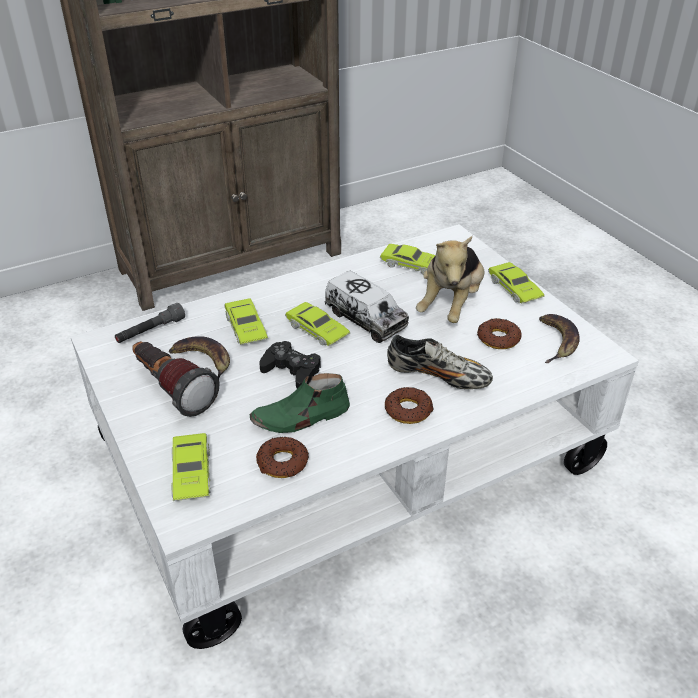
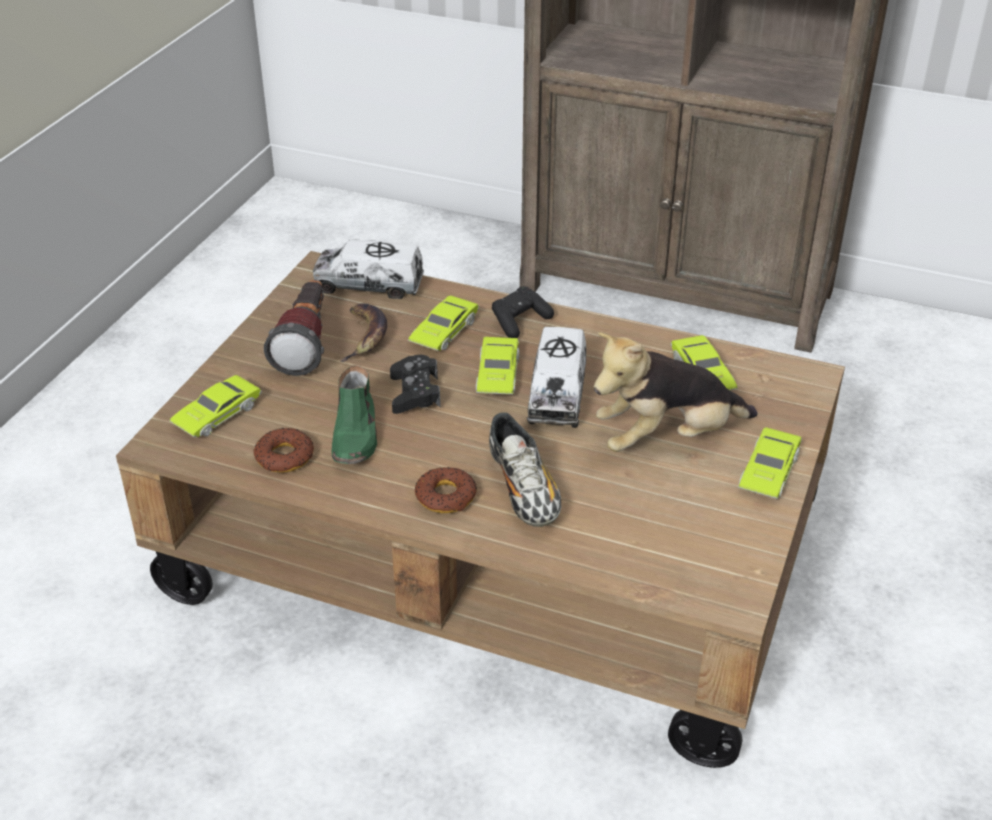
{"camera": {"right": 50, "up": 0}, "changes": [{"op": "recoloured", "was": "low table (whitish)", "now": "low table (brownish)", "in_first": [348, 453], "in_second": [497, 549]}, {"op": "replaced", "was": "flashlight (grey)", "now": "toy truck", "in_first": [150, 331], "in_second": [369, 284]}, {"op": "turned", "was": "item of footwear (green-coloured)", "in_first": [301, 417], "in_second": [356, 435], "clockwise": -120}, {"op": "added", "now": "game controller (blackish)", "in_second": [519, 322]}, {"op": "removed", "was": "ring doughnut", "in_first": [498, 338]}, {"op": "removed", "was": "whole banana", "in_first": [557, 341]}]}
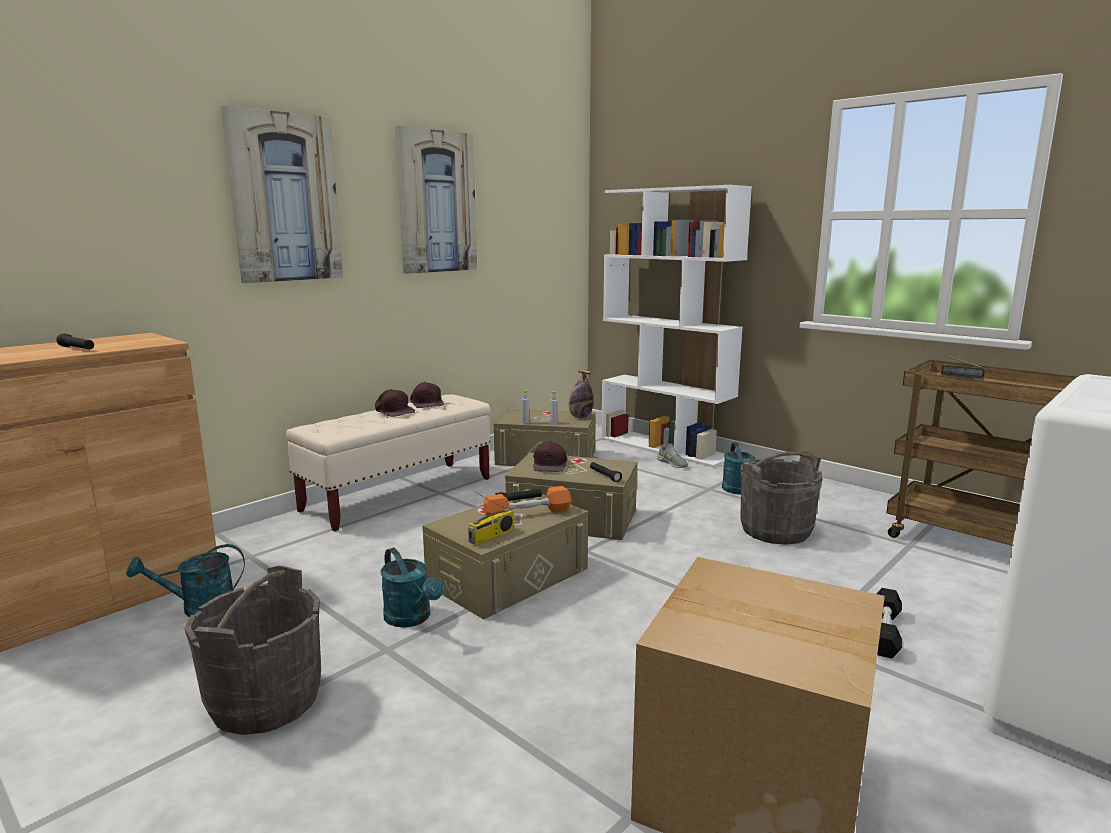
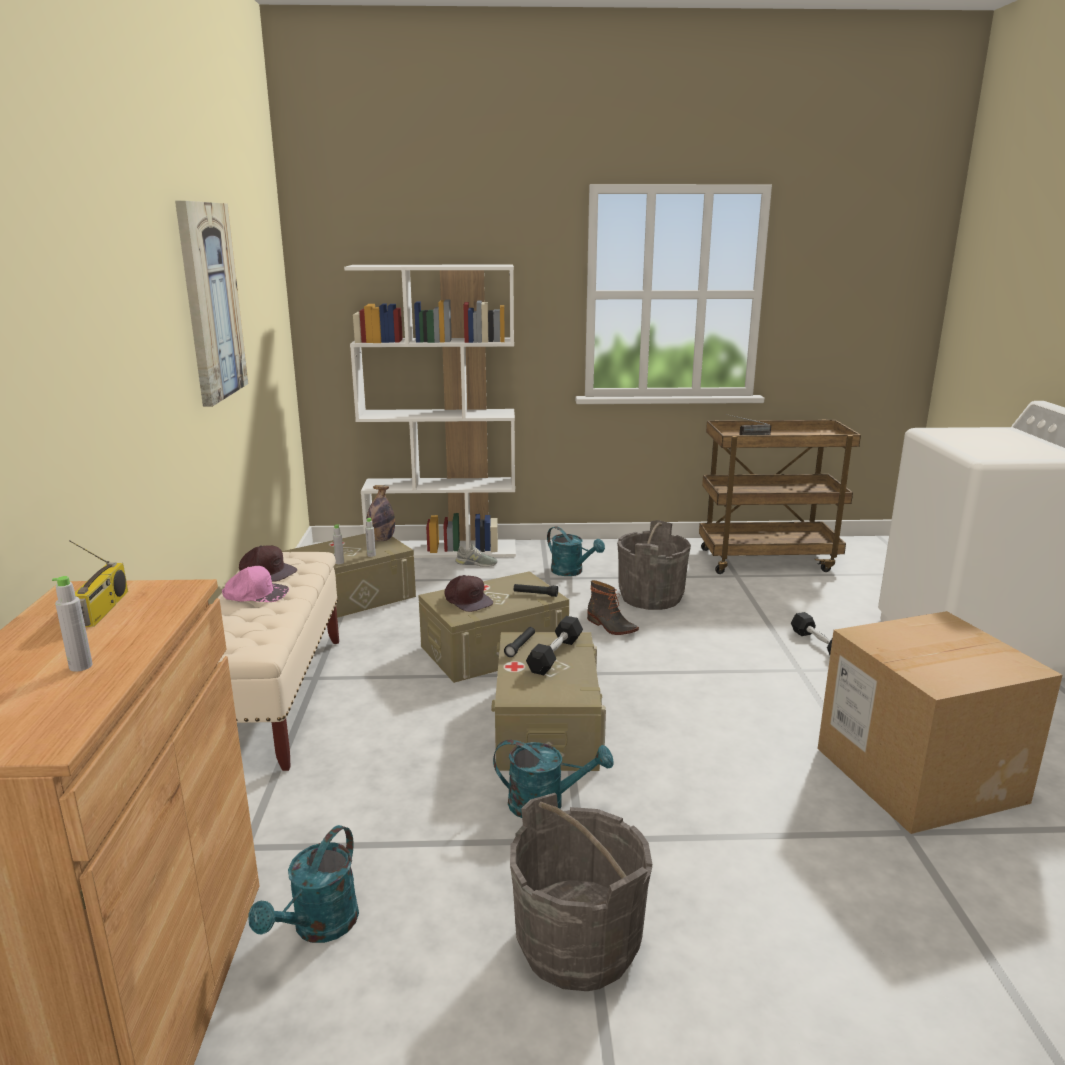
{"camera": {"right": -45, "up": 5}, "changes": [{"op": "added", "now": "beverage bottle (grey)", "in_second": [81, 666]}, {"op": "moved", "was": "radio receiver", "in_first": [491, 536], "in_second": [104, 609]}, {"op": "recoloured", "was": "baseball cap (brownish)", "now": "baseball cap (pink)", "in_first": [394, 411], "in_second": [256, 594]}, {"op": "recoloured", "was": "hand weight (orange)", "now": "hand weight (blackish)", "in_first": [527, 513], "in_second": [555, 654]}, {"op": "added", "now": "high-top boot", "in_second": [611, 626]}, {"op": "removed", "was": "flashlight (blackish)", "in_first": [77, 349]}, {"op": "removed", "was": "wall picture", "in_first": [284, 198]}]}
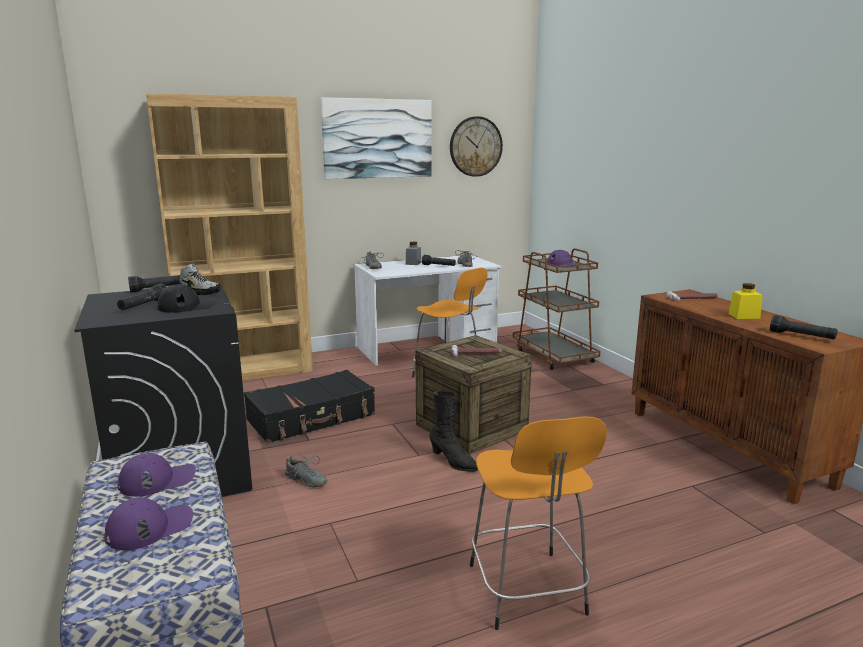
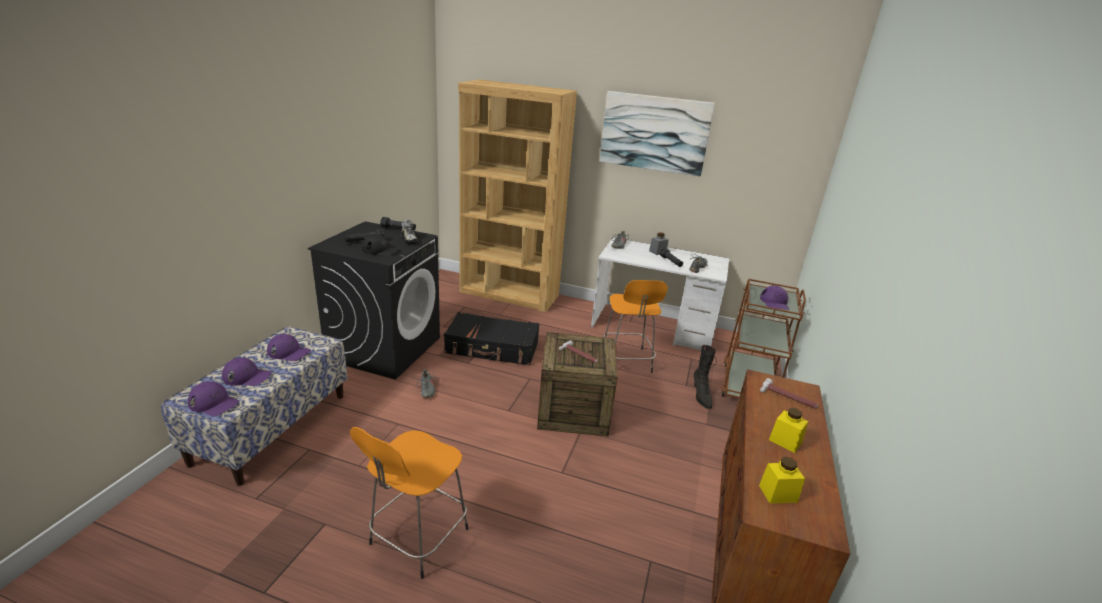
{"camera": {"right": 40, "up": 10}, "changes": [{"op": "added", "now": "baseball cap (purplish)", "in_second": [213, 403]}, {"op": "moved", "was": "high-top boot (blackish)", "in_first": [453, 461], "in_second": [701, 396]}, {"op": "replaced", "was": "flashlight (blackish)", "now": "preserve jar (yellow-coloured)", "in_first": [801, 336], "in_second": [778, 493]}, {"op": "removed", "was": "wall clock", "in_first": [475, 146]}]}
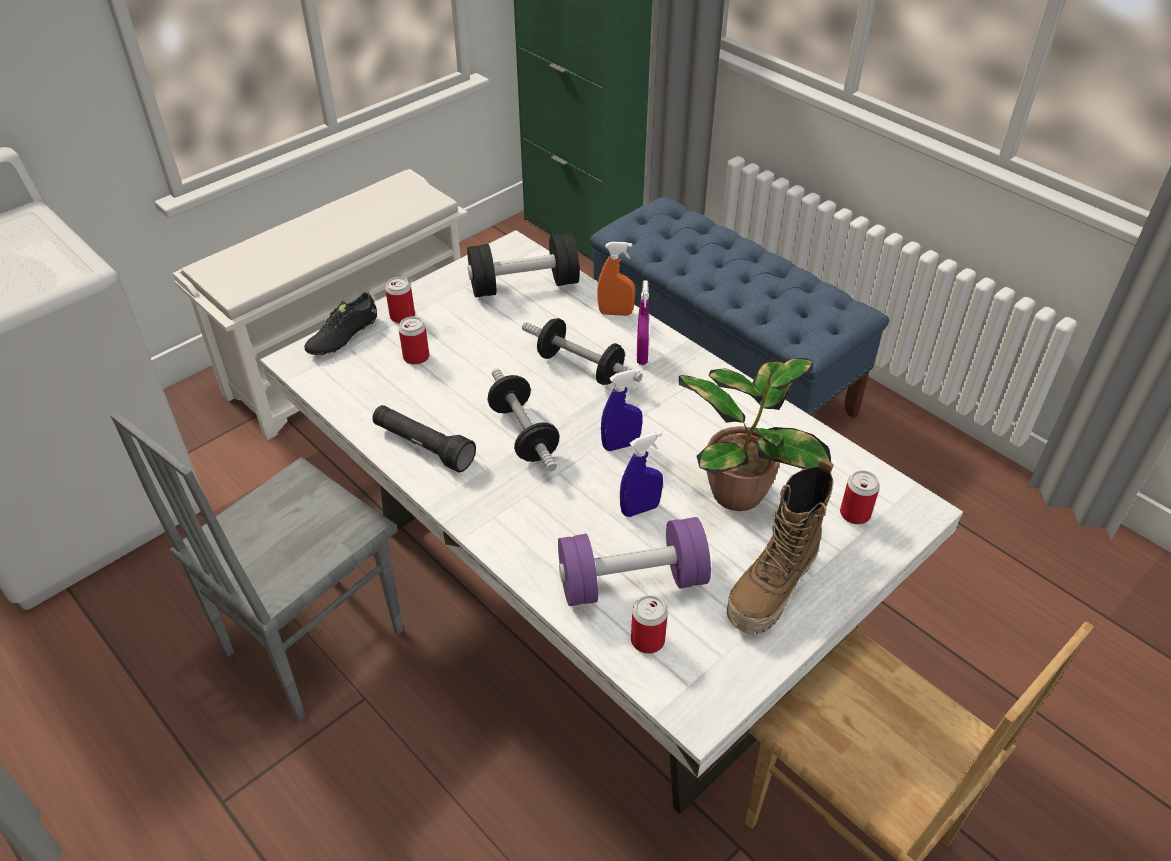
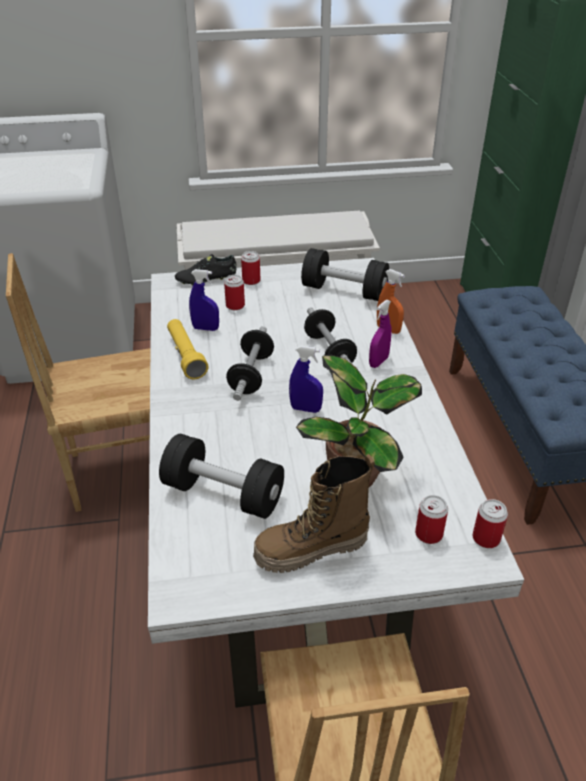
{"camera": {"right": 35, "up": -5}, "changes": [{"op": "recoloured", "was": "chair (grey)", "now": "chair (brownish)", "in_first": [311, 641], "in_second": [119, 471]}, {"op": "recoloured", "was": "hand weight (purplish)", "now": "hand weight (blackish)", "in_first": [632, 582], "in_second": [223, 493]}, {"op": "recoloured", "was": "flashlight (blackish)", "now": "flashlight (yellow-coloured)", "in_first": [423, 447], "in_second": [186, 356]}, {"op": "moved", "was": "hand sprayer (bluish)", "in_first": [640, 509], "in_second": [205, 328]}, {"op": "moved", "was": "can", "in_first": [647, 640], "in_second": [486, 538]}]}
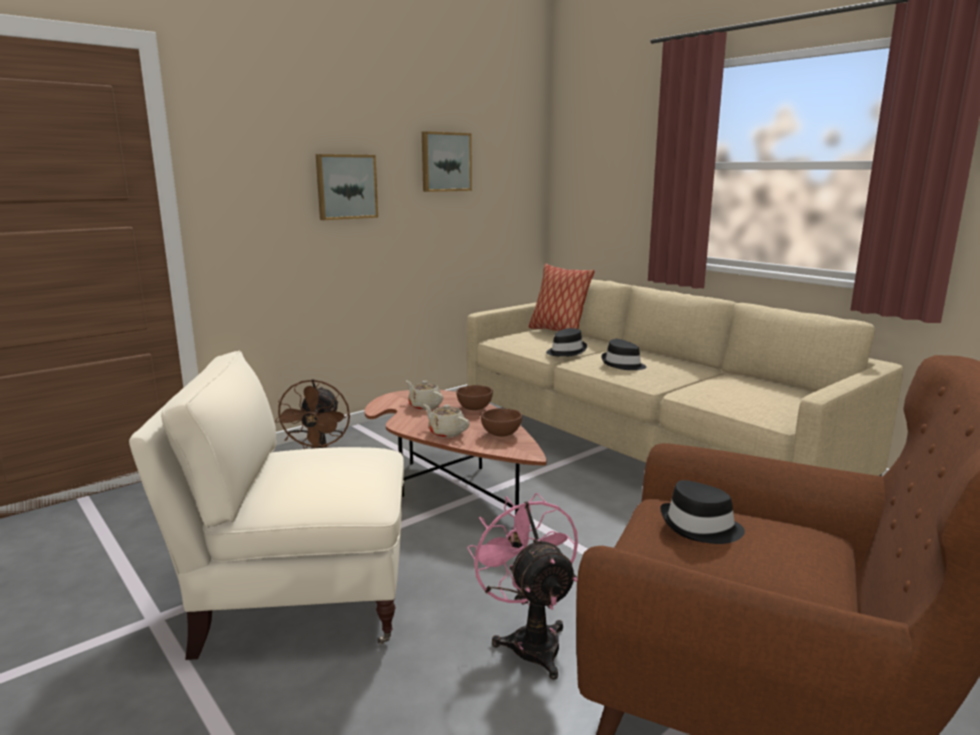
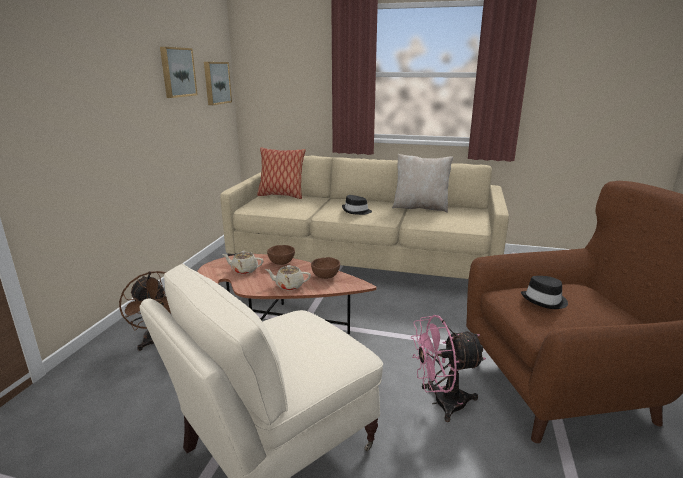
{"camera": {"right": -35, "up": 5}, "changes": [{"op": "moved", "was": "wall picture", "in_first": [346, 187], "in_second": [216, 83]}, {"op": "added", "now": "throw pillow (beige)", "in_second": [420, 207]}, {"op": "turned", "was": "fan (pink)", "in_first": [530, 640], "in_second": [441, 403], "clockwise": -45}, {"op": "removed", "was": "clothing hat (blackish)", "in_first": [565, 351]}]}
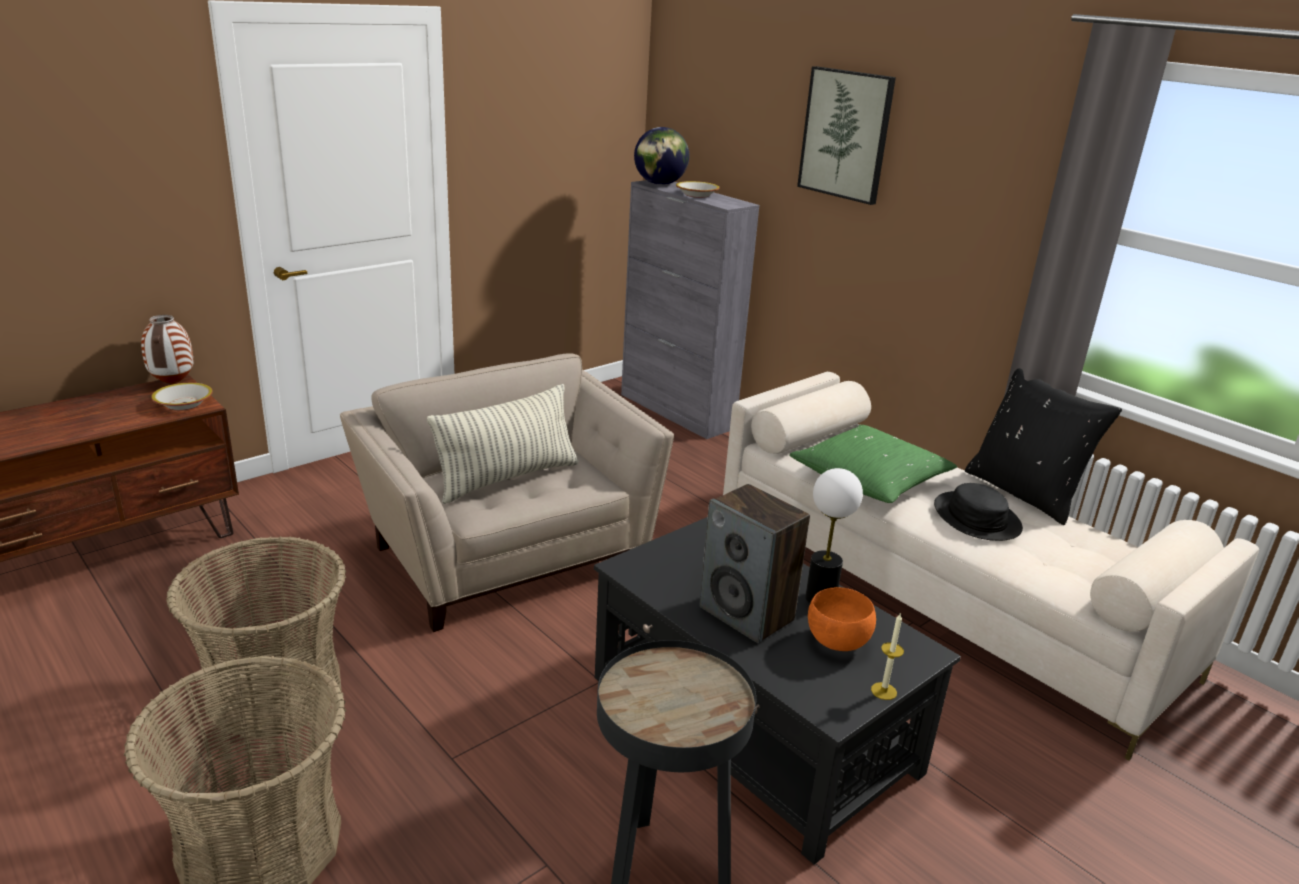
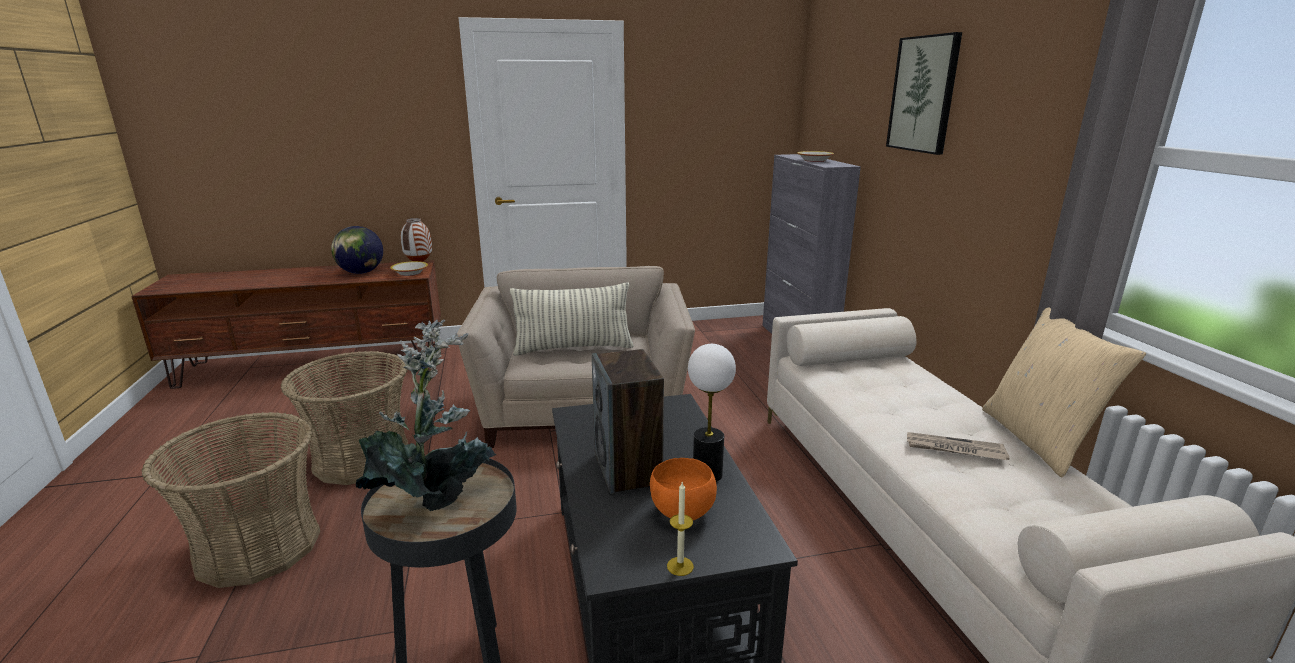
{"camera": {"right": 30, "up": -5}, "changes": [{"op": "moved", "was": "globe", "in_first": [659, 184], "in_second": [361, 272]}, {"op": "added", "now": "potted plant", "in_second": [435, 497]}, {"op": "replaced", "was": "clothing hat (blackish)", "now": "newspaper", "in_first": [976, 518], "in_second": [954, 449]}, {"op": "recoloured", "was": "throw pillow (blackish)", "now": "throw pillow (beige)", "in_first": [1025, 493], "in_second": [1039, 440]}, {"op": "removed", "was": "throw pillow (green-coloured)", "in_first": [870, 479]}]}
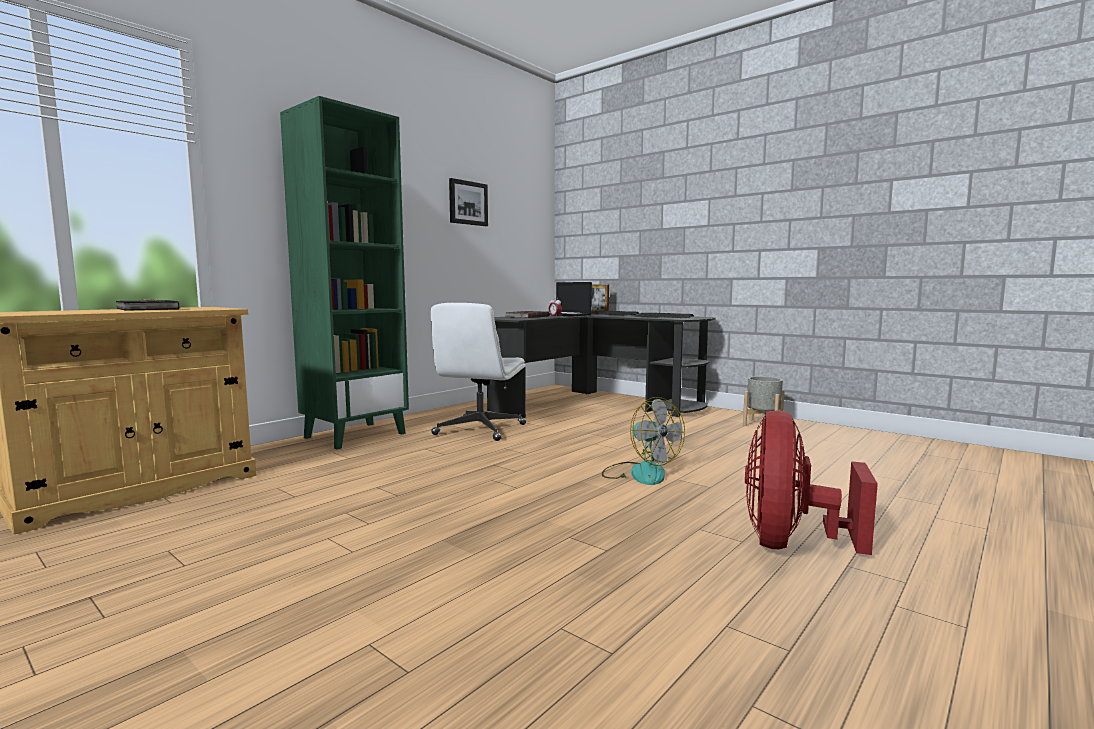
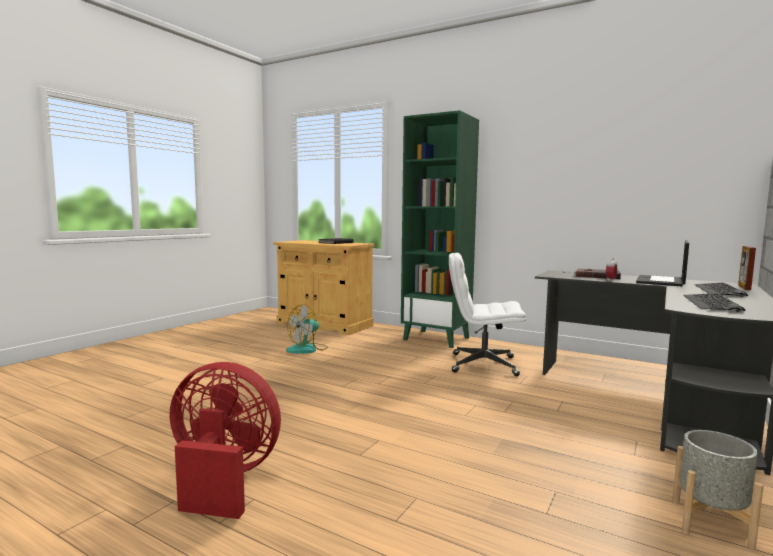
{"camera": {"right": 80, "up": 0}, "changes": [{"op": "moved", "was": "fan", "in_first": [640, 473], "in_second": [307, 349]}, {"op": "removed", "was": "wall picture", "in_first": [468, 203]}]}
